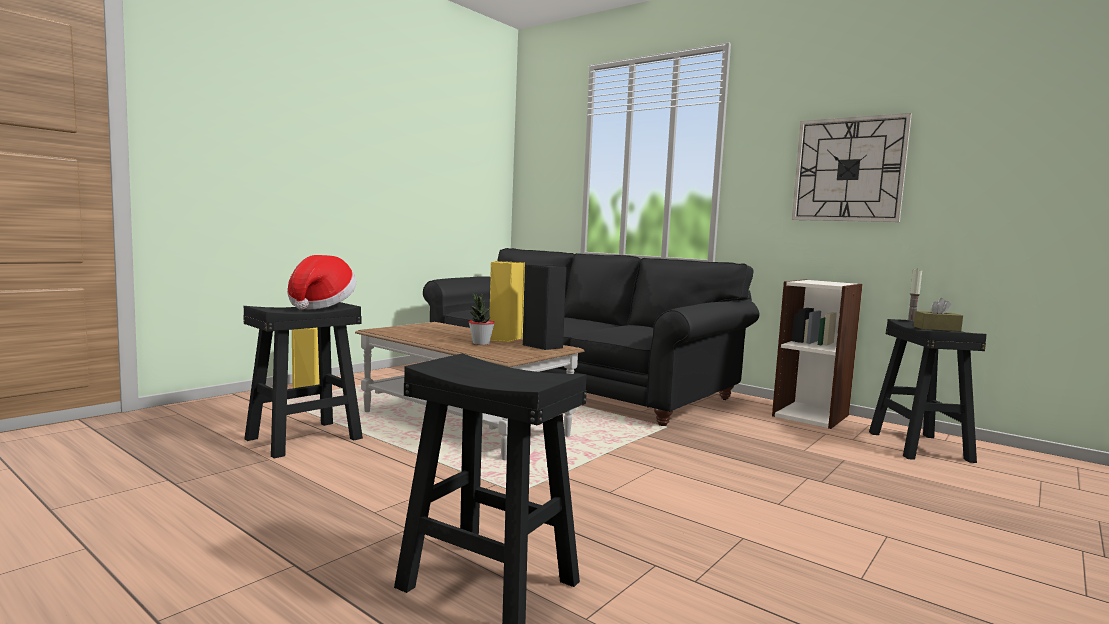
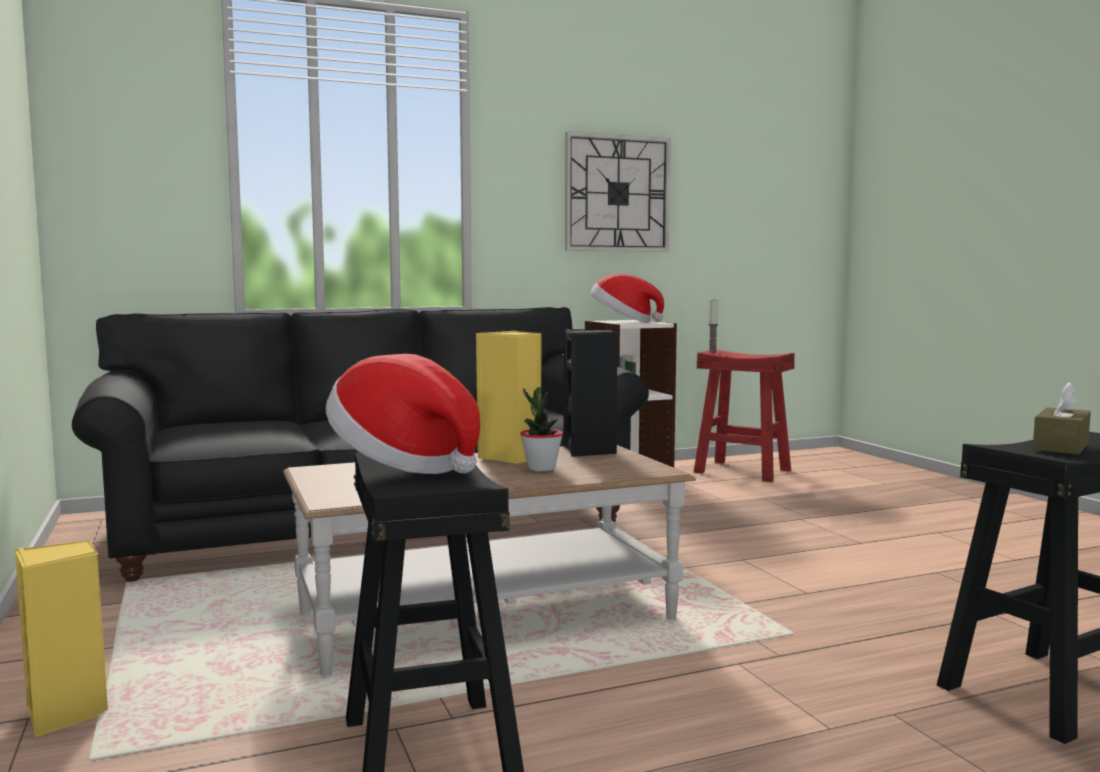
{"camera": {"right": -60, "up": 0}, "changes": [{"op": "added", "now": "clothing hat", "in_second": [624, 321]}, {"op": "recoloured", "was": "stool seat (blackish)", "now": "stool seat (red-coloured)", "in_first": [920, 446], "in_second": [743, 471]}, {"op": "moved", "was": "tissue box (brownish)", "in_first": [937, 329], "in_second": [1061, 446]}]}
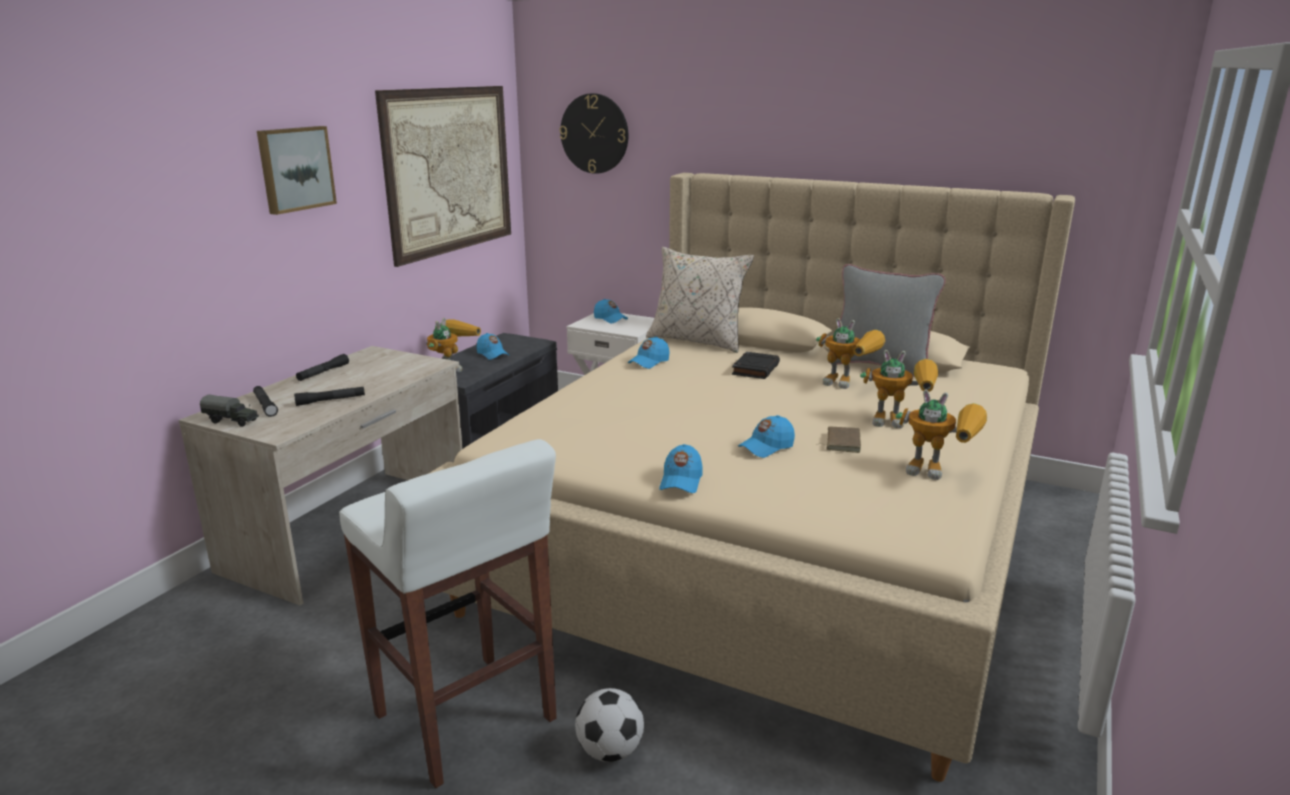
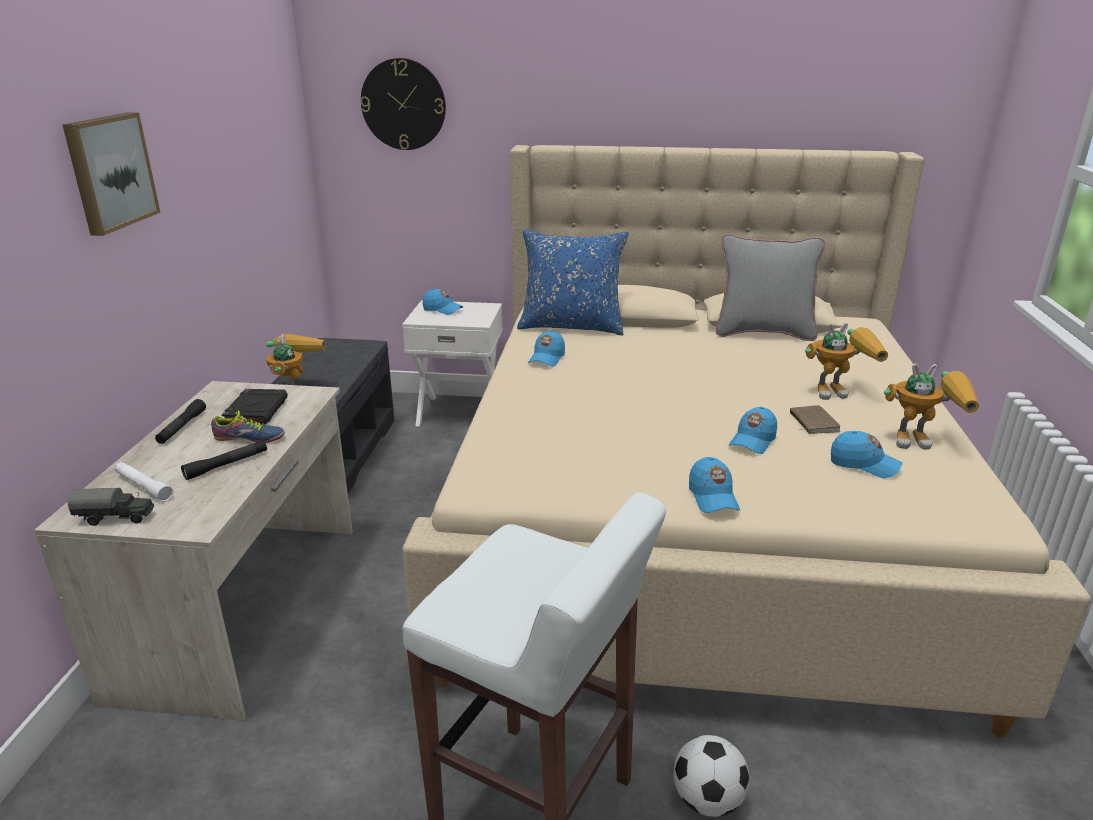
{"camera": {"right": -20, "up": 5}, "changes": [{"op": "recoloured", "was": "flashlight (blackish)", "now": "flashlight (whitish)", "in_first": [265, 405], "in_second": [143, 487]}, {"op": "added", "now": "item of footwear", "in_second": [249, 439]}, {"op": "moved", "was": "bound book (blackish)", "in_first": [755, 369], "in_second": [256, 411]}, {"op": "recoloured", "was": "throw pillow (beige)", "now": "throw pillow (bluish)", "in_first": [697, 341], "in_second": [571, 327]}, {"op": "moved", "was": "baseball cap (bluish)", "in_first": [492, 354], "in_second": [864, 465]}, {"op": "removed", "was": "wall picture", "in_first": [449, 171]}, {"op": "removed", "was": "model robot", "in_first": [849, 384]}]}
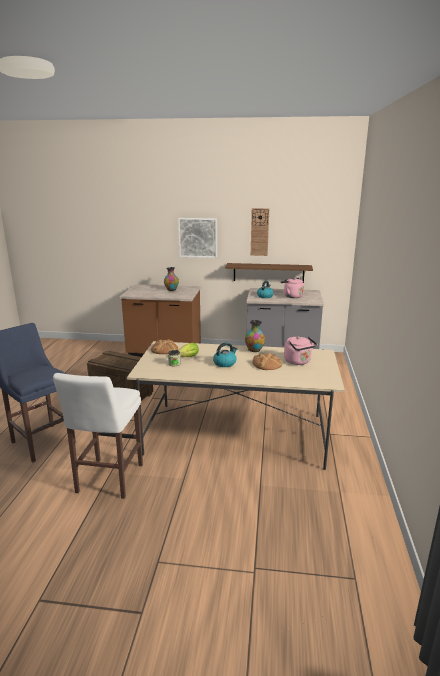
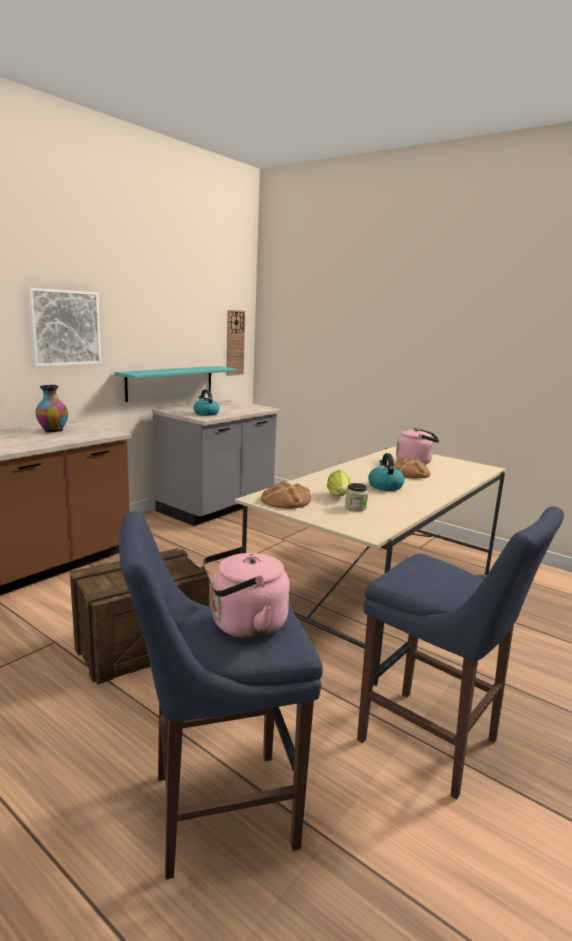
{"camera": {"right": -60, "up": -5}, "changes": [{"op": "recoloured", "was": "bracket shelf (brownish)", "now": "bracket shelf (turquoise)", "in_first": [268, 272], "in_second": [170, 382]}, {"op": "moved", "was": "tea kettle (pink)", "in_first": [292, 296], "in_second": [244, 625]}, {"op": "moved", "was": "wall clock", "in_first": [259, 232], "in_second": [235, 343]}, {"op": "recoloured", "was": "stool seat (whitish)", "now": "stool seat (bluish)", "in_first": [108, 480], "in_second": [434, 744]}, {"op": "removed", "was": "decorative vase", "in_first": [254, 350]}]}
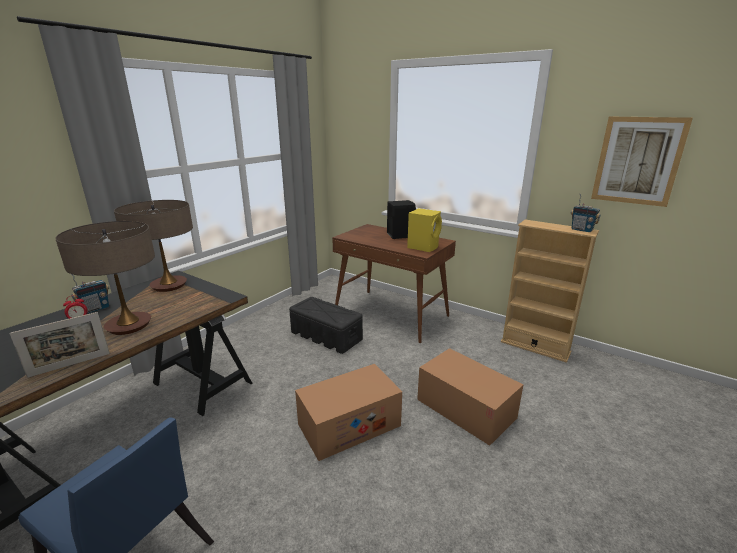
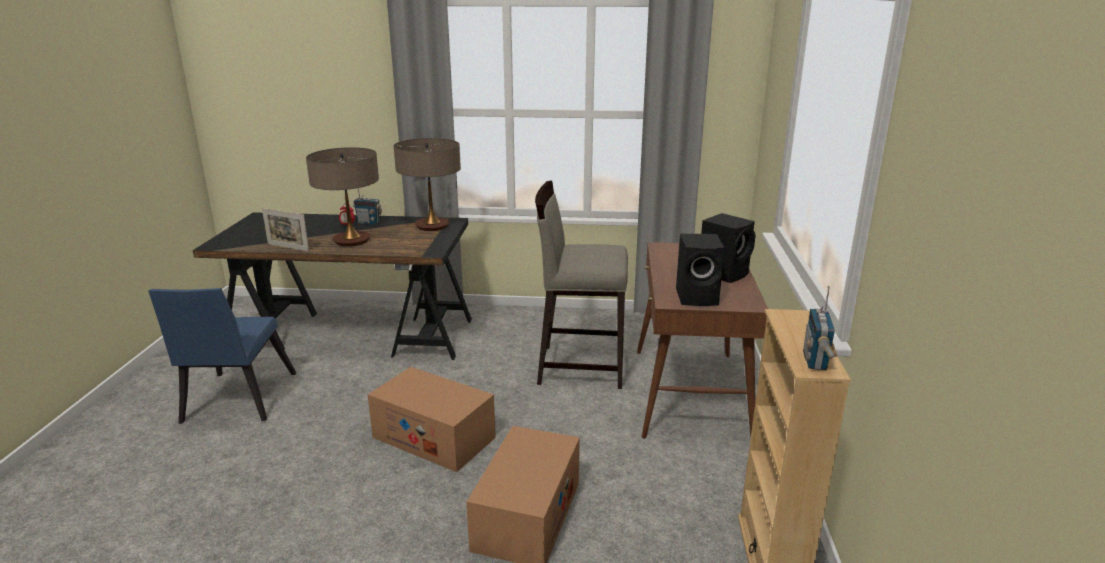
{"camera": {"right": 60, "up": 0}, "changes": [{"op": "replaced", "was": "storage container (blackish)", "now": "stool seat (beige)", "in_first": [326, 335], "in_second": [580, 366]}, {"op": "recoloured", "was": "speaker (yellow-coloured)", "now": "speaker (blackish)", "in_first": [423, 247], "in_second": [698, 297]}, {"op": "removed", "was": "wall picture", "in_first": [637, 161]}]}
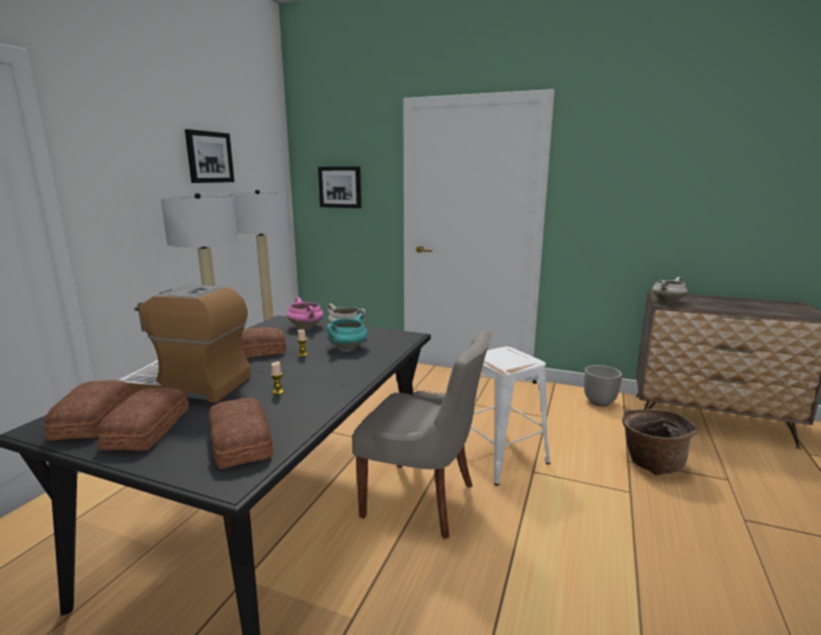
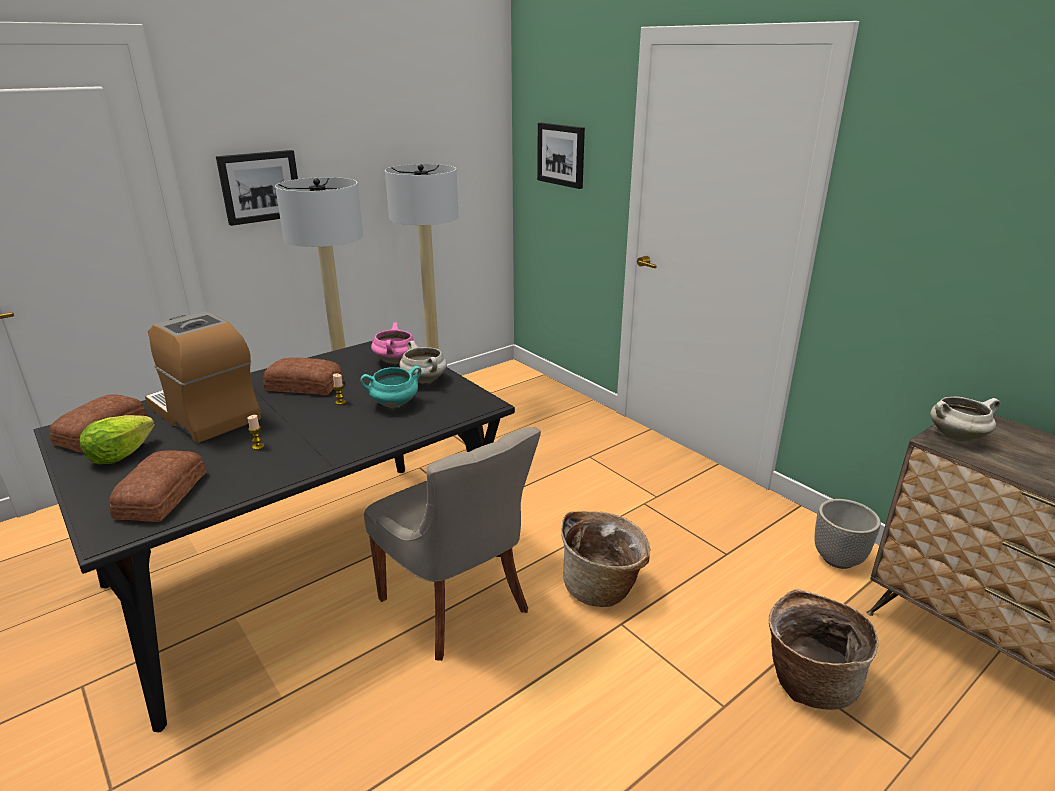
{"camera": {"right": 30, "up": 10}, "changes": [{"op": "replaced", "was": "bread", "now": "head of lettuce", "in_first": [145, 429], "in_second": [120, 455]}, {"op": "moved", "was": "wall picture", "in_first": [209, 157], "in_second": [260, 187]}, {"op": "replaced", "was": "stool seat (whitish)", "now": "household basket", "in_first": [501, 456], "in_second": [602, 587]}]}
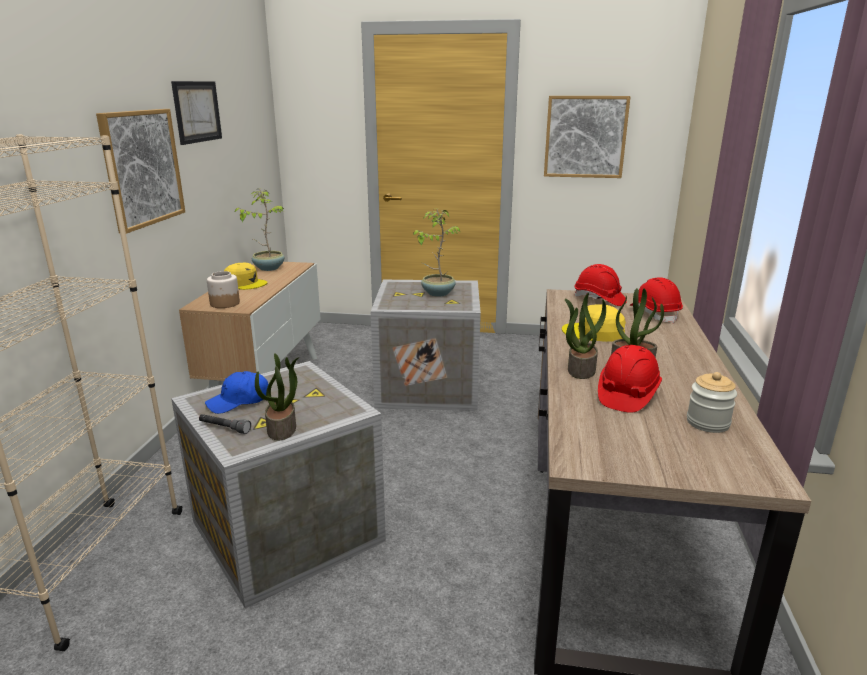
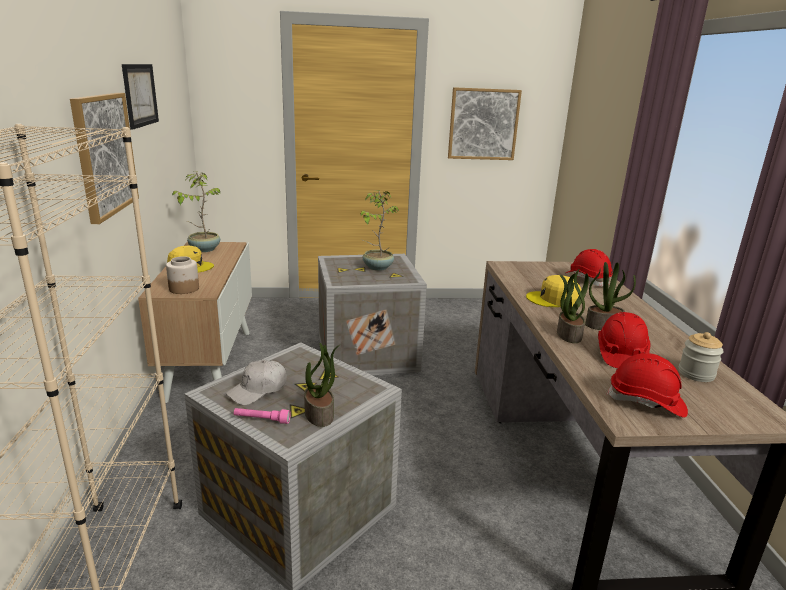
{"camera": {"right": -15, "up": 0}, "changes": [{"op": "recoloured", "was": "baseball cap (bluish)", "now": "baseball cap (whitish)", "in_first": [239, 401], "in_second": [258, 390]}, {"op": "recoloured", "was": "flashlight (grey)", "now": "flashlight (pink)", "in_first": [224, 428], "in_second": [261, 420]}, {"op": "moved", "was": "safety helmet (red-coloured)", "in_first": [599, 299], "in_second": [646, 402]}]}
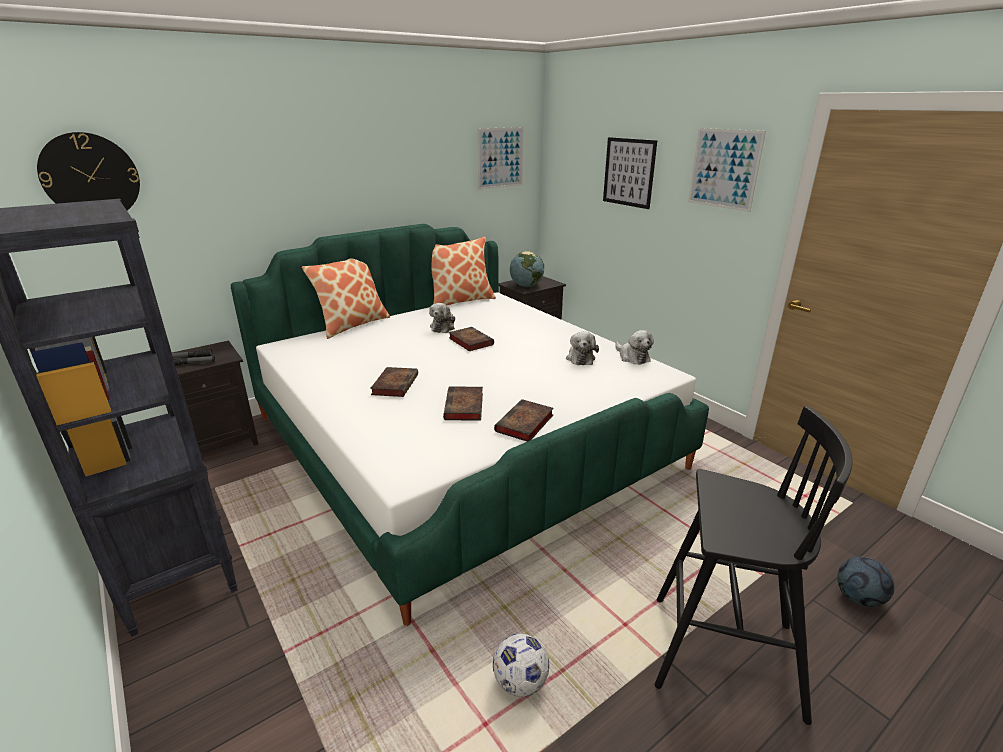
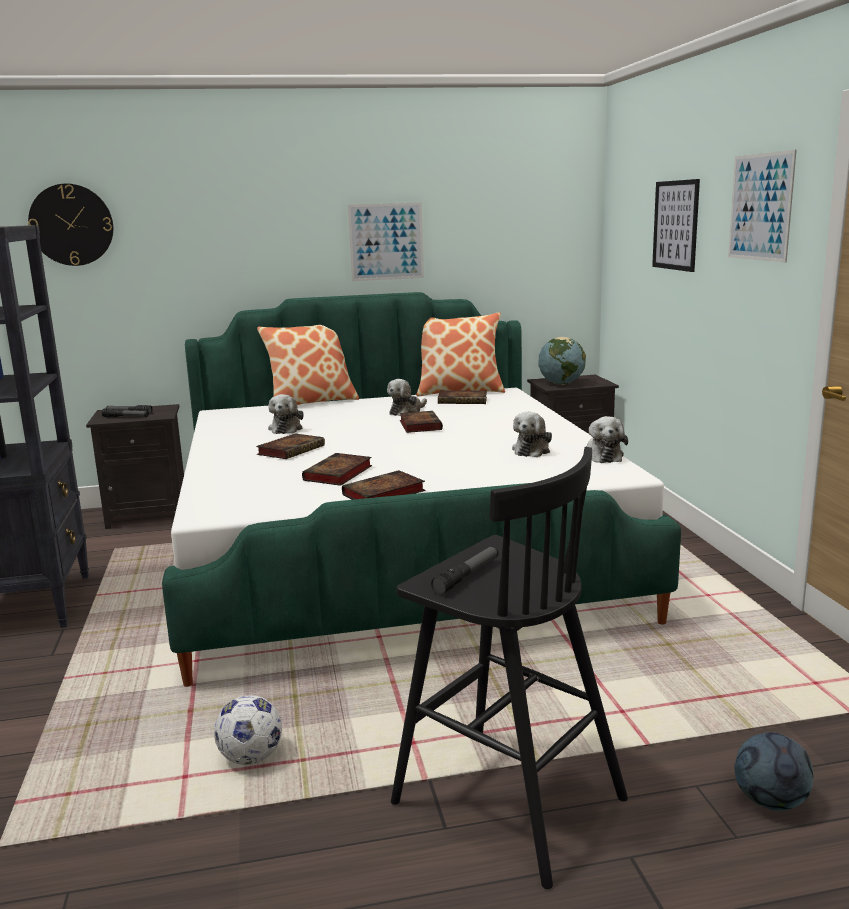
{"camera": {"right": 25, "up": -10}, "changes": [{"op": "added", "now": "soft toy", "in_second": [286, 428]}, {"op": "moved", "was": "wall picture", "in_first": [500, 158], "in_second": [386, 241]}, {"op": "added", "now": "flashlight", "in_second": [467, 576]}, {"op": "added", "now": "bound book", "in_second": [464, 401]}]}
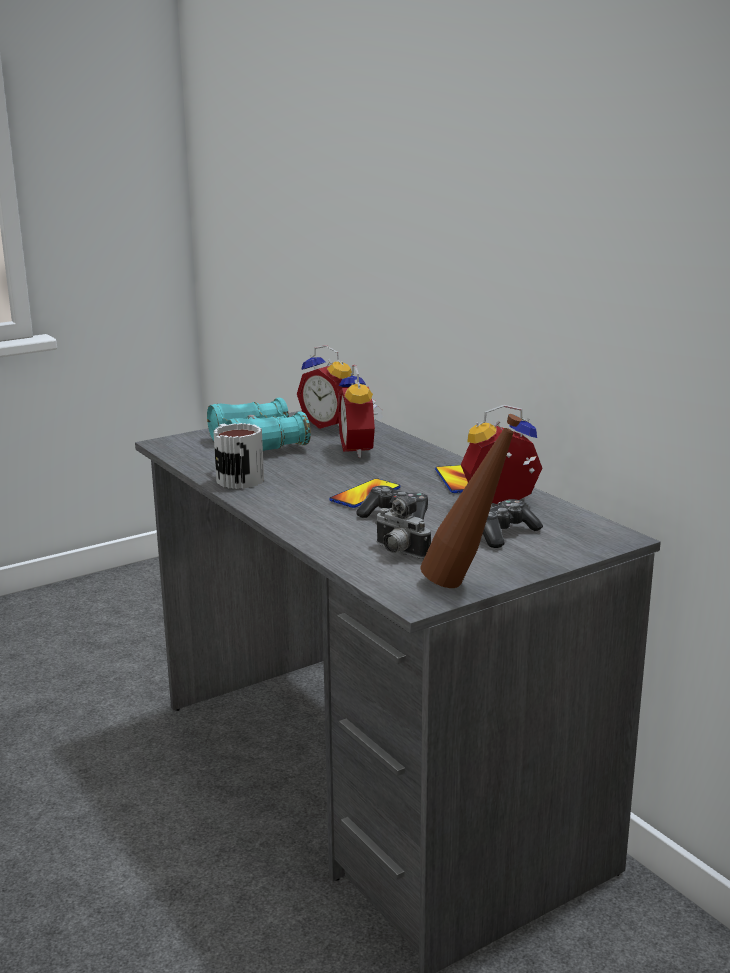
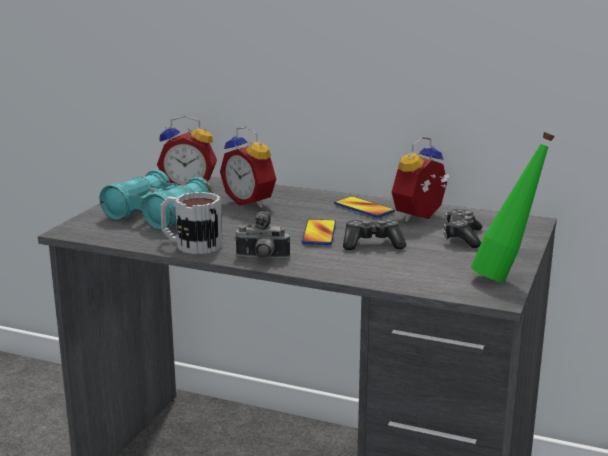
{"camera": {"right": -35, "up": 0}, "changes": [{"op": "moved", "was": "still camera", "in_first": [398, 553], "in_second": [262, 259]}, {"op": "recoloured", "was": "beverage bottle (brownish)", "now": "beverage bottle (green-coloured)", "in_first": [466, 585], "in_second": [506, 277]}]}
